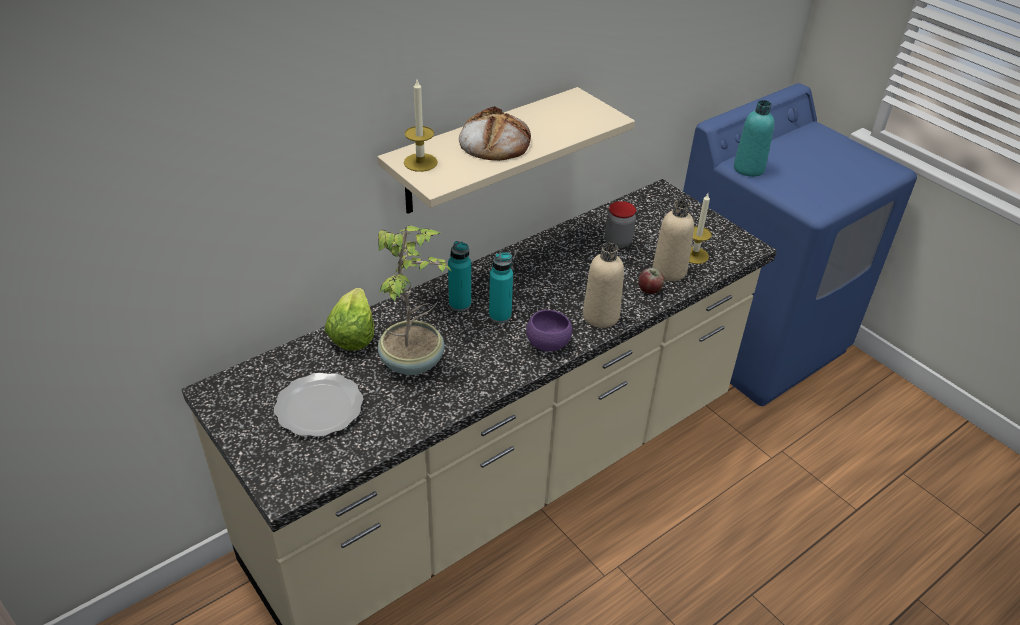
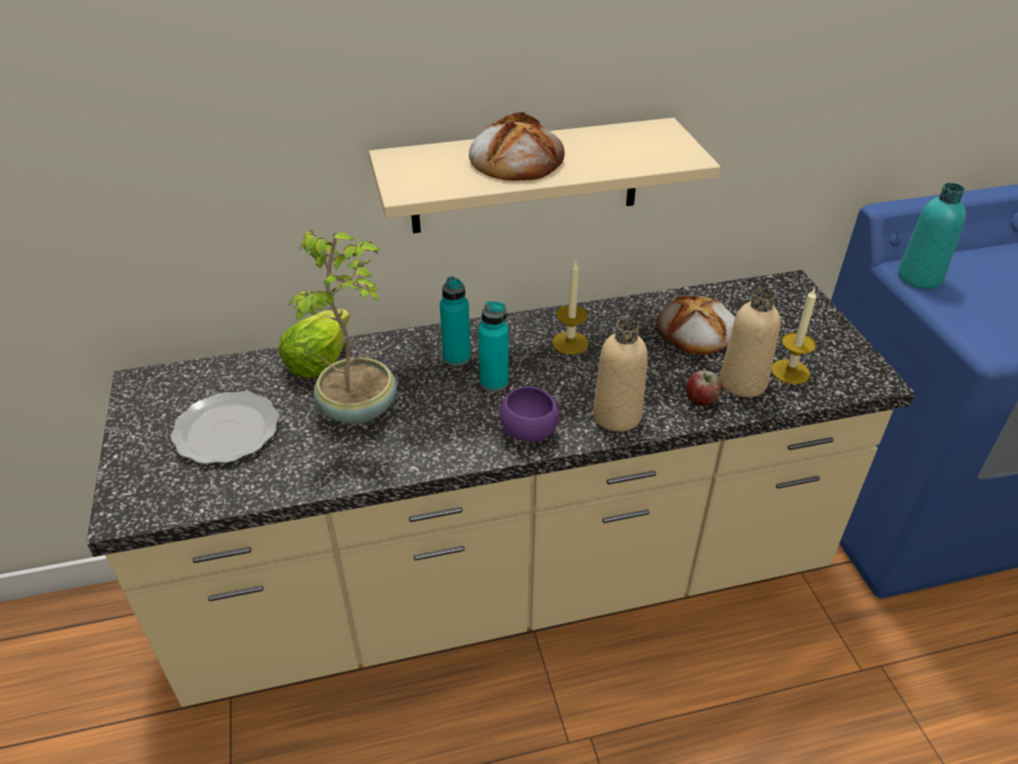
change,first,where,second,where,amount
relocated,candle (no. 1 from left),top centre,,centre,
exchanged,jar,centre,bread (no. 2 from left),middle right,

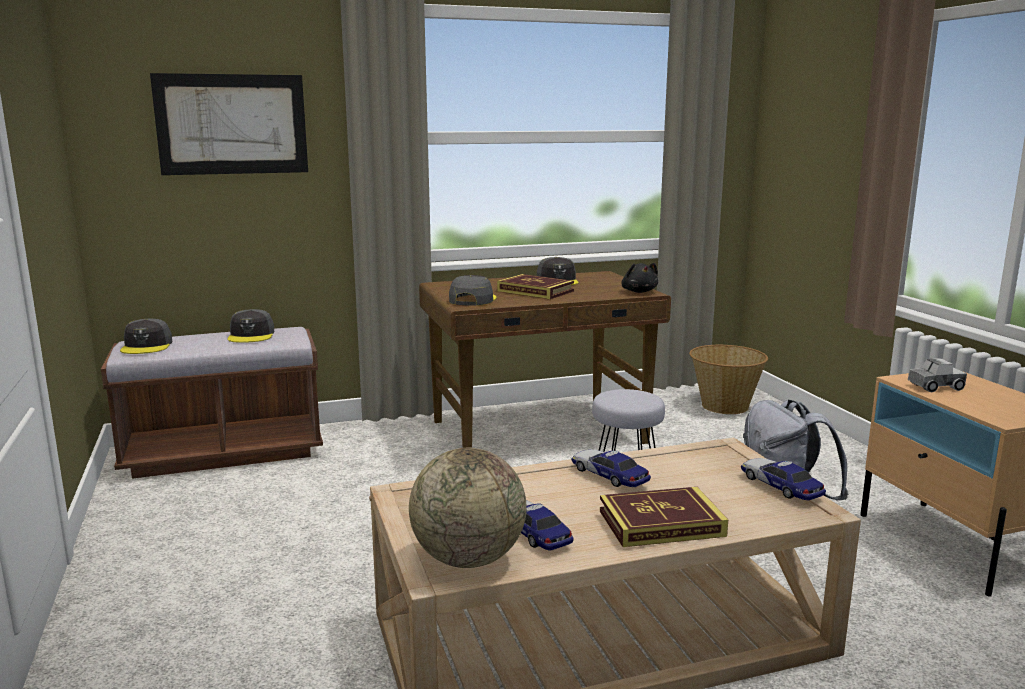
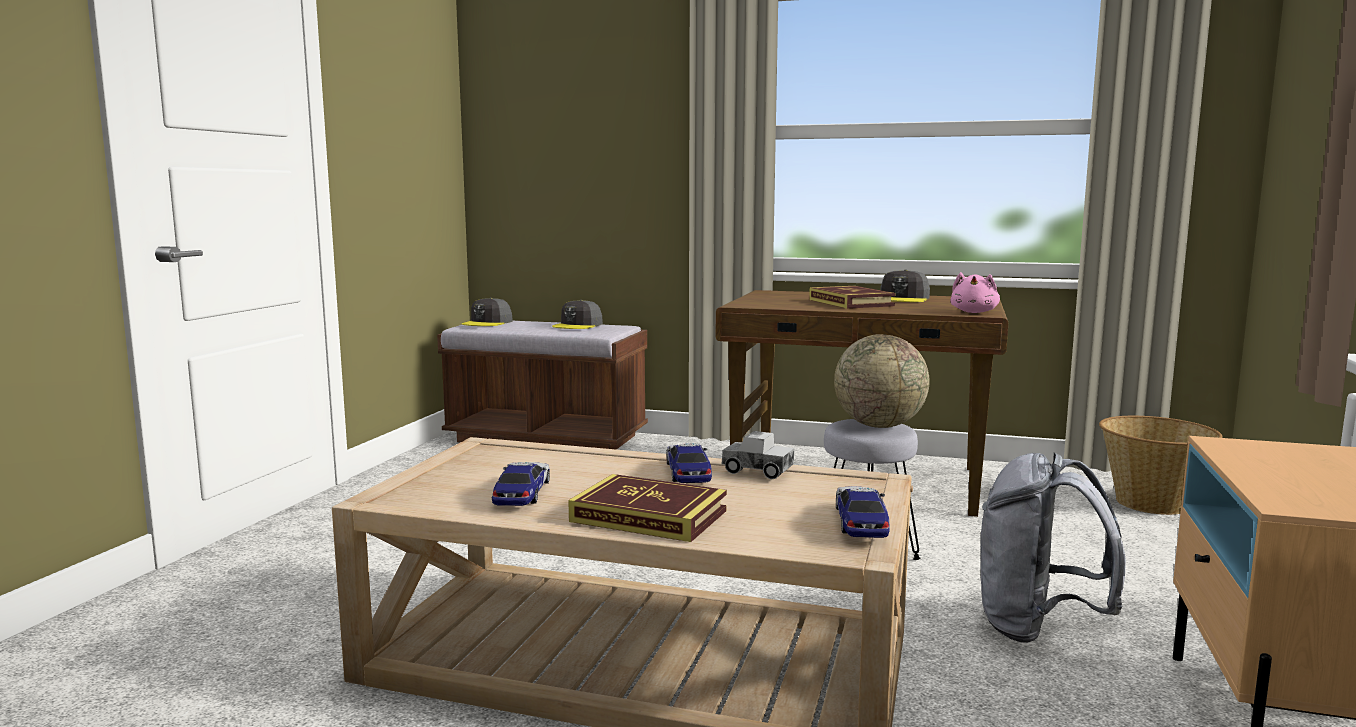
change,first,where,second,where,amount
missing,picture,top left,,,
relocated,globe,bottom centre,,centre,
missing,grey cap (no. 3 from left),centre,,,
colour,black plush toy,centre,pink plush toy,middle right,
relocated,toy truck,middle right,,centre,

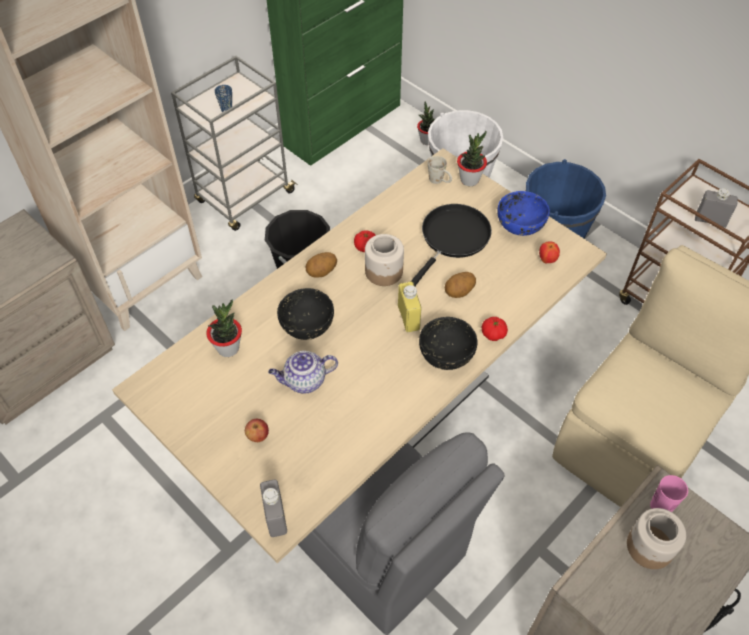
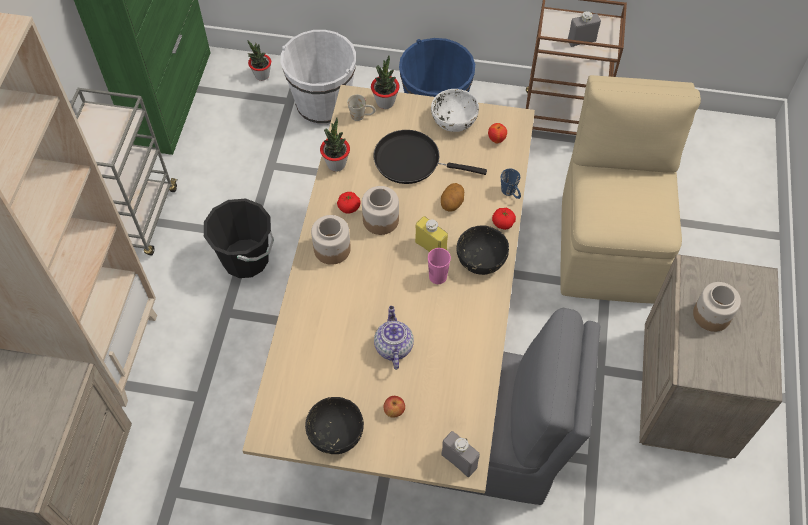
change,first,where,second,where,amount
relocated,potted plant (no. 1 from left in the first image),middle left,potted plant (no. 2 from left),top centre,
relocated,blue mug,top left,,centre,
spun,teapot,centre,,centre,135 degrees clockwise
relocated,black bowl (no. 1 from left),centre,,bottom centre,
exchanged,potato (no. 1 from left),centre,jar (no. 1 from left),centre,
spun,black frying pan,centre,,top centre,75 degrees counterclockwise
colour,blue bowl,middle right,white bowl,top centre,
relocated,pink cup,bottom right,,centre,

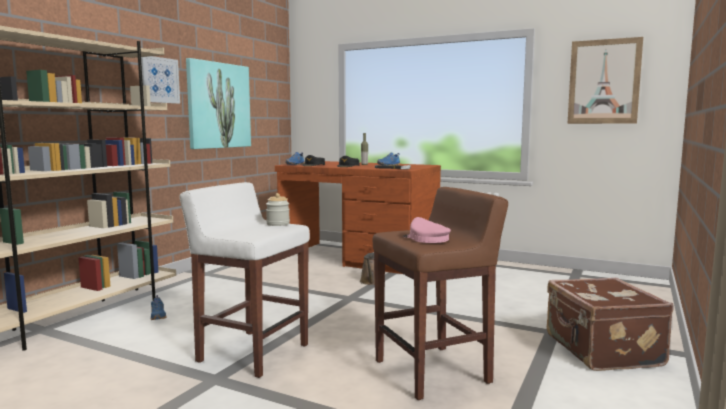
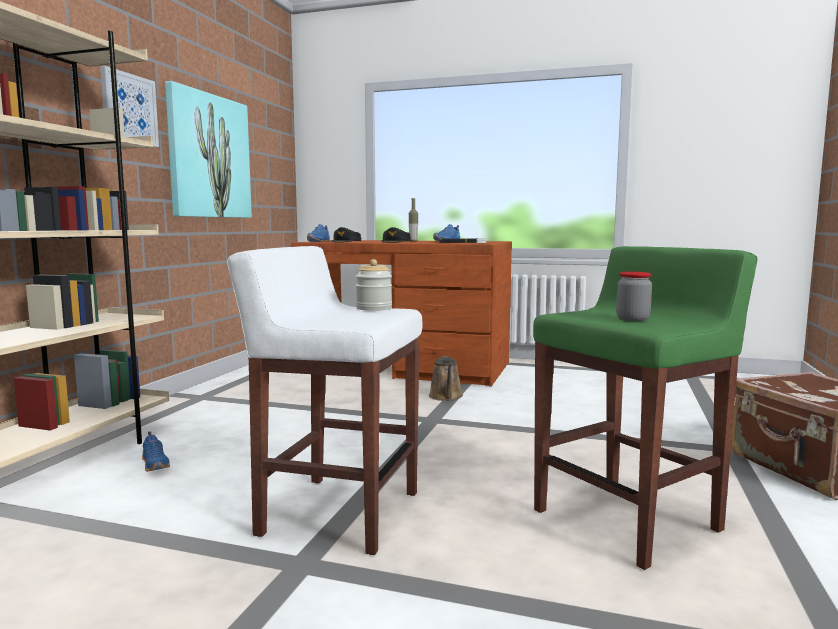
change,first,where,second,where,amount
colour,brown stool,bottom centre,green stool,middle right,
exchanged,pink cap,centre,jar (no. 2 from left),middle right,
missing,picture (no. 3 from left),top right,,,

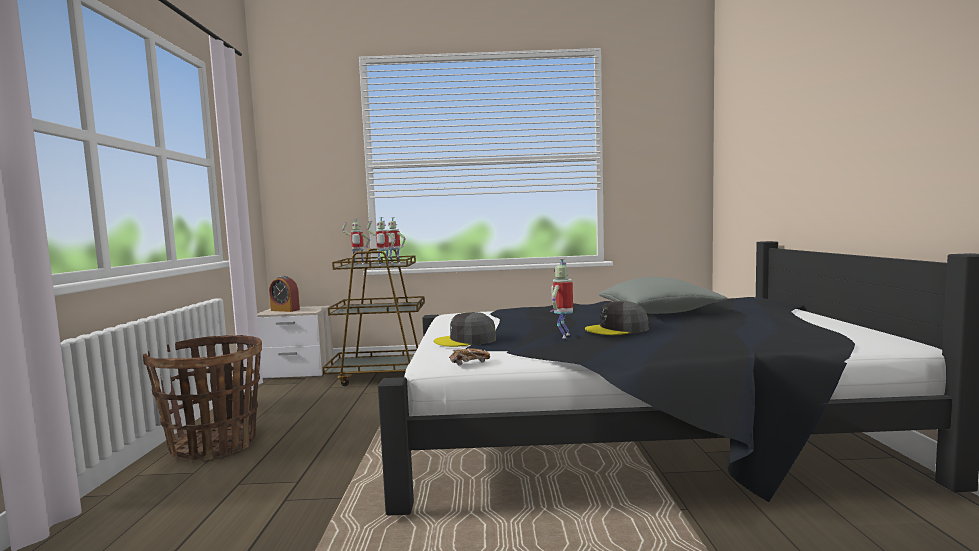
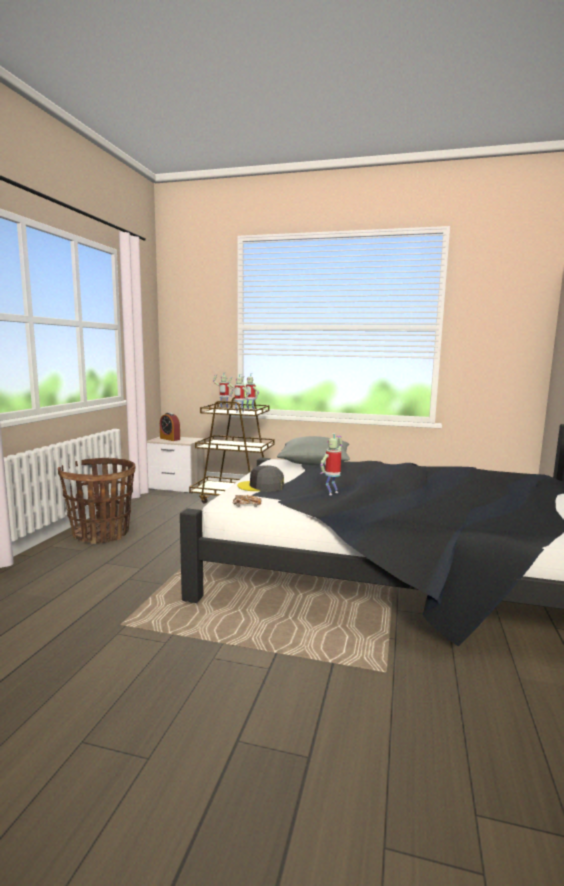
change,first,where,second,where,amount
missing,grey cap (no. 2 from left),centre,,,
relocated,grey pillow,middle right,,centre,

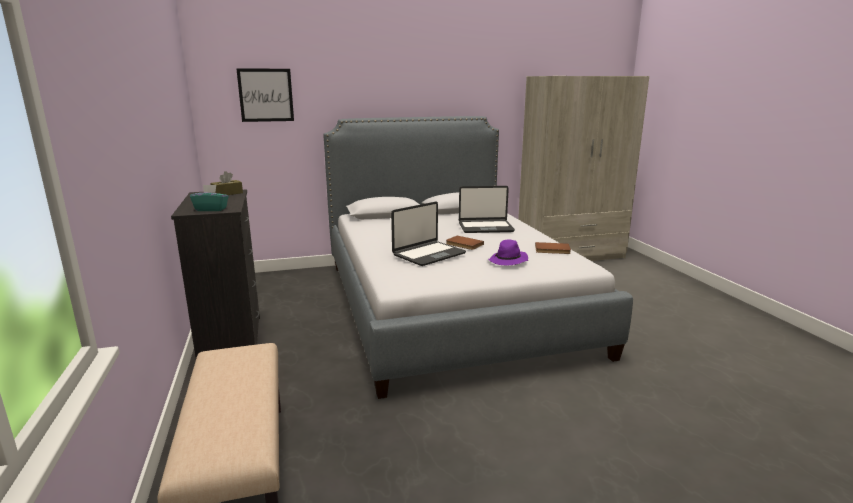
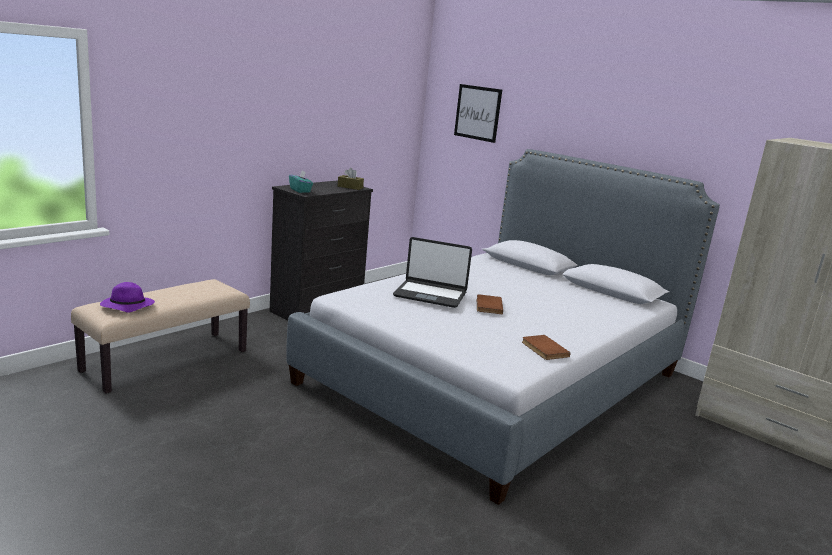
change,first,where,second,where,amount
missing,laptop (no. 2 from left),centre,,,
relocated,purple hat,centre,,middle left,

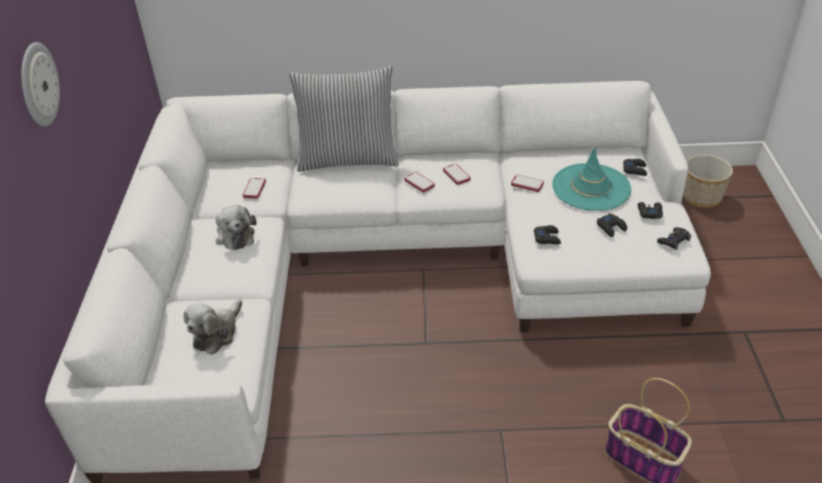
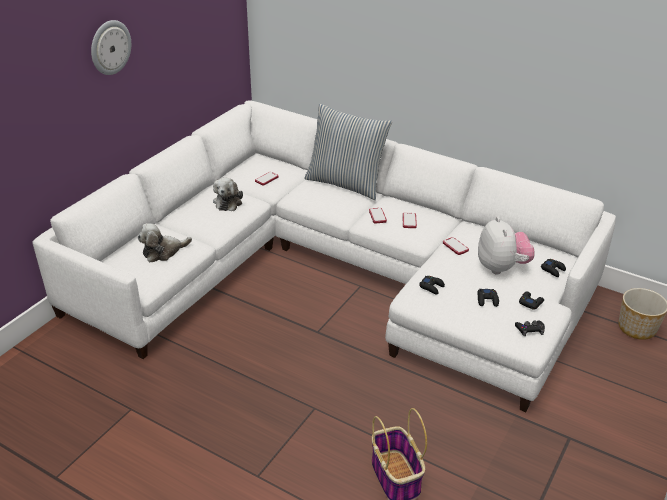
change,first,where,second,where,amount
exchanged,turquoise hat,middle right,plush toy (no. 3 from left),middle right,

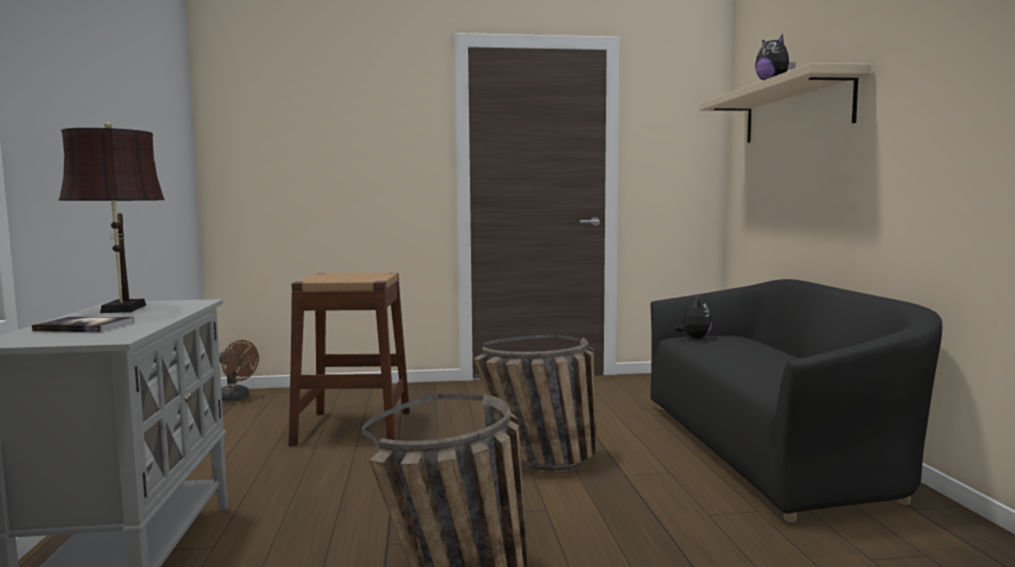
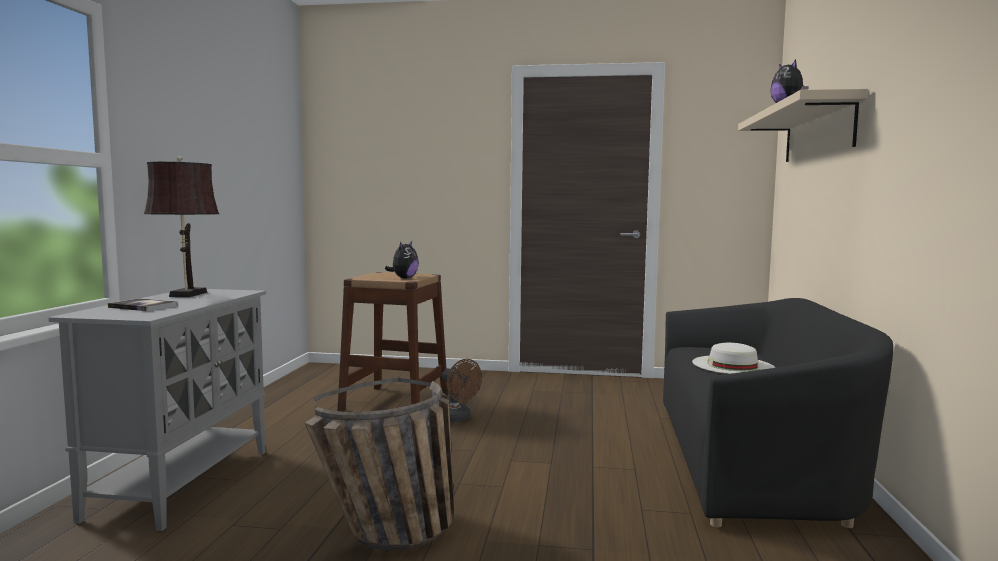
change,first,where,second,where,amount
relocated,brown fan,middle left,,bottom centre,
missing,basket (no. 2 from left),bottom centre,,,
relocated,plush toy (no. 1 from left),middle right,,centre,
appeared,,,white hat,middle right,

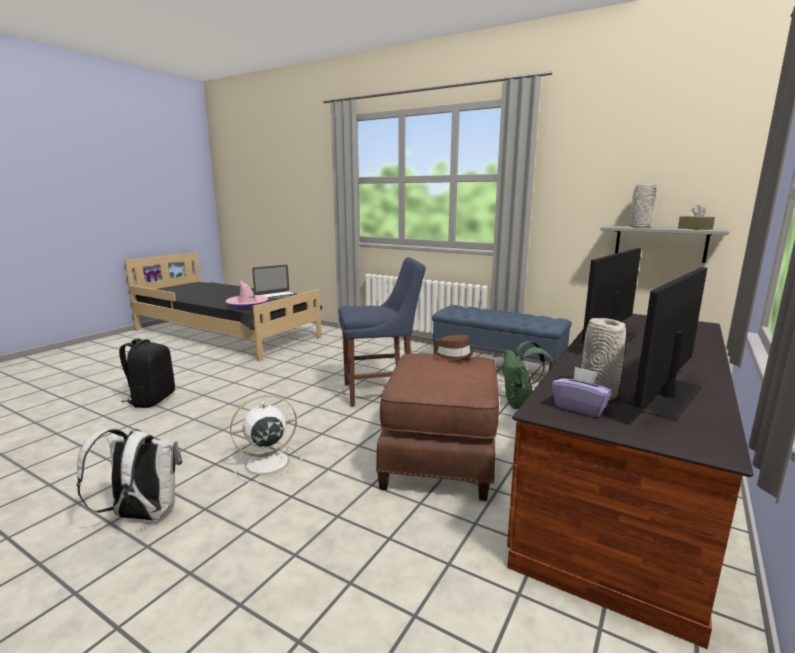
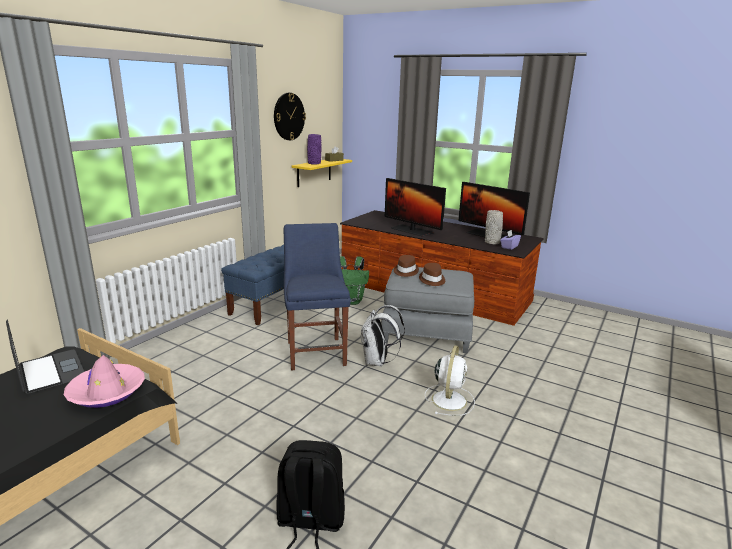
change,first,where,second,where,amount
relocated,white backpack,bottom left,,centre,
spun,white fan,bottom centre,,bottom centre,135 degrees counterclockwise
colour,brown ottoman,centre,grey ottoman,centre,
colour,grey shelf,middle right,yellow shelf,top centre,
colour,grey vase (no. 2 from left),top right,purple vase,top centre,
appeared,,,wall clock,top centre,
appeared,,,brown hat (no. 2 from left),centre,

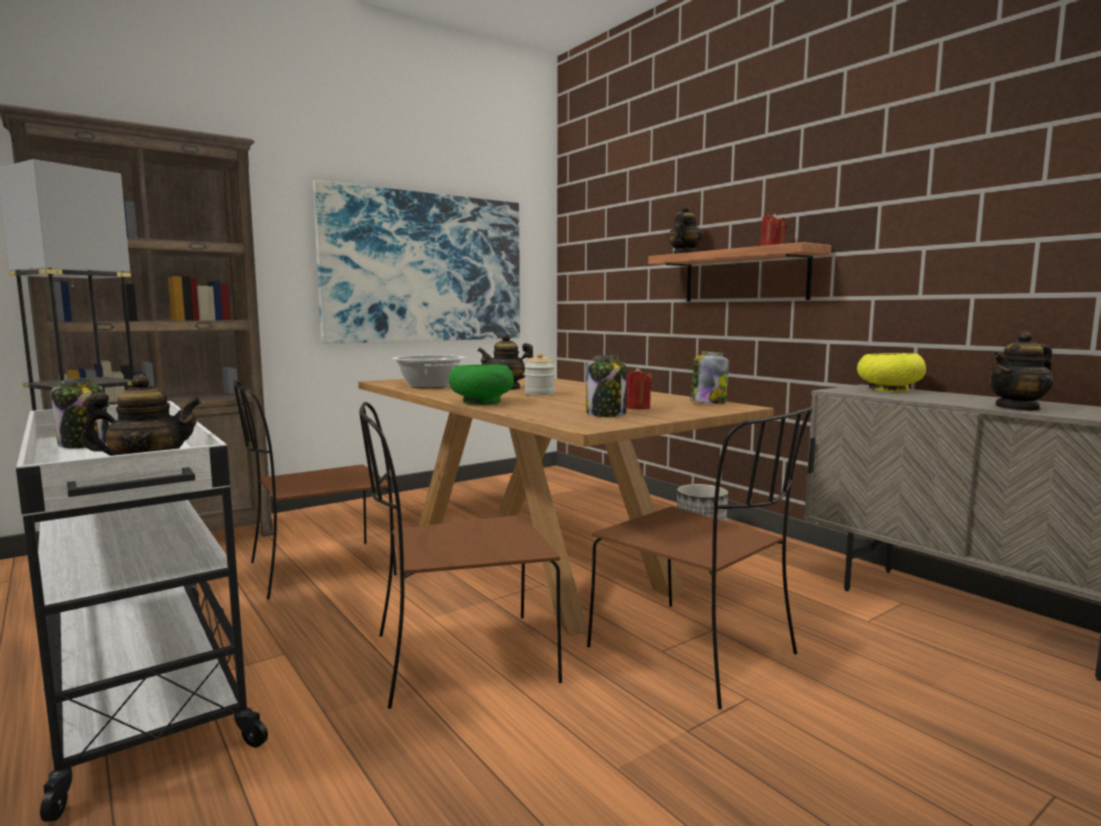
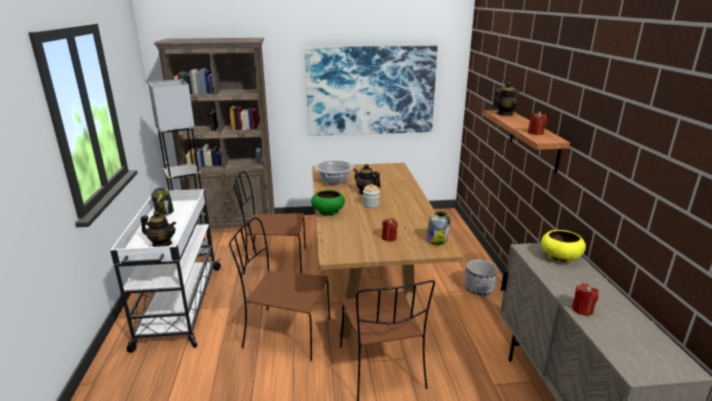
change,first,where,second,where,amount
missing,jar (no. 3 from left),centre,,,
exchanged,teapot (no. 4 from left),middle right,red candle (no. 3 from left),bottom right,

